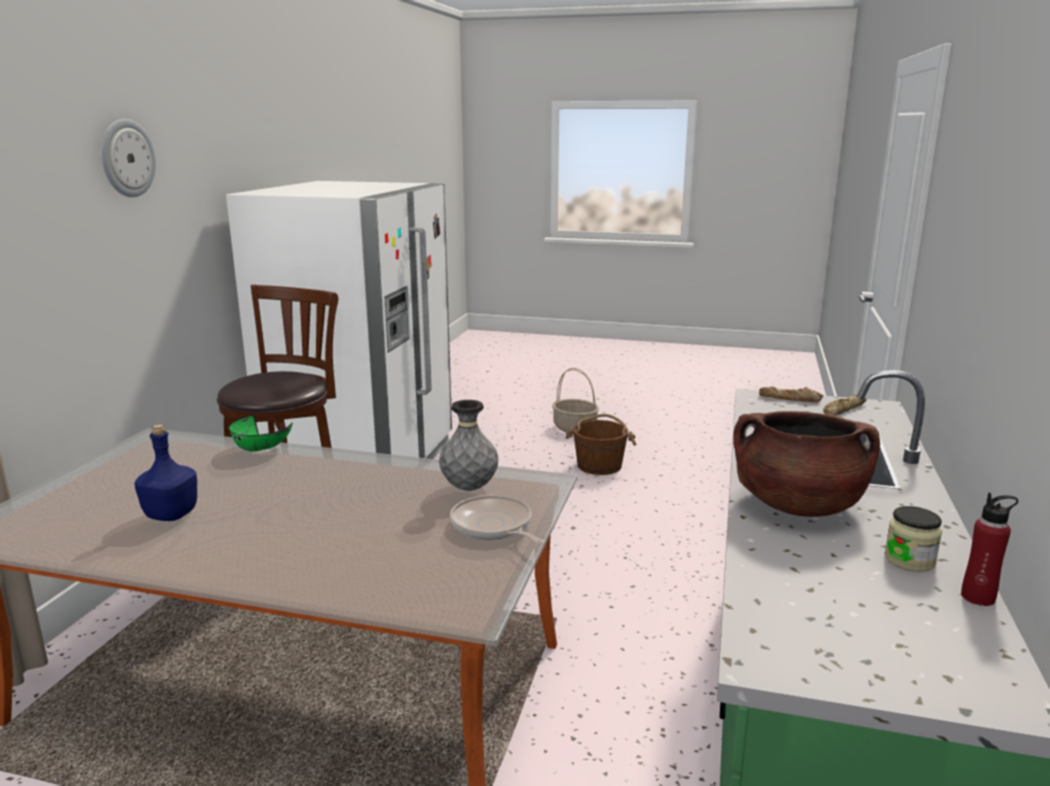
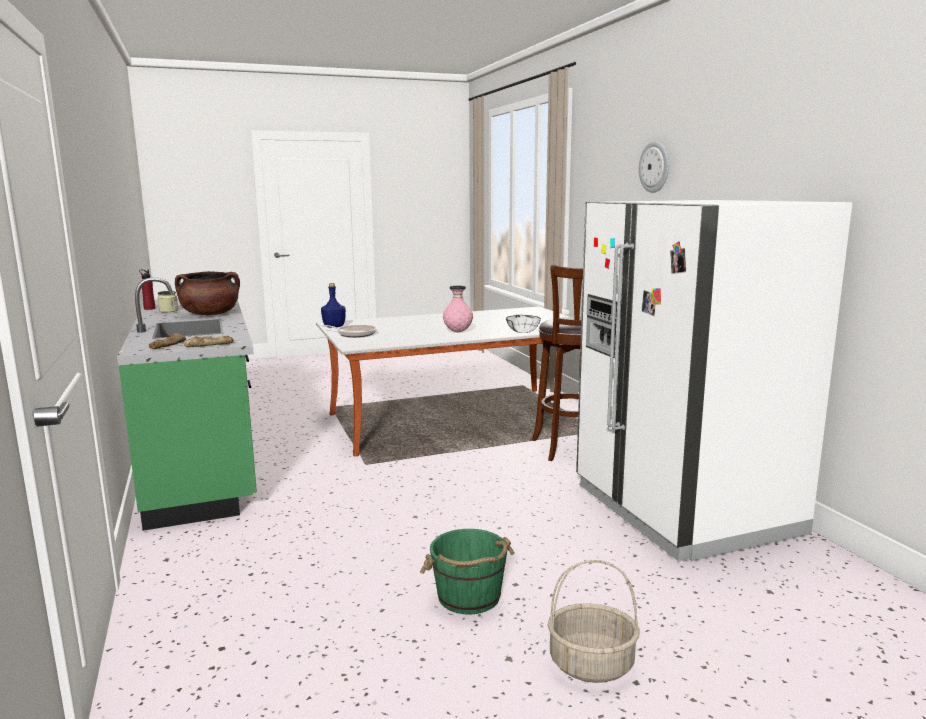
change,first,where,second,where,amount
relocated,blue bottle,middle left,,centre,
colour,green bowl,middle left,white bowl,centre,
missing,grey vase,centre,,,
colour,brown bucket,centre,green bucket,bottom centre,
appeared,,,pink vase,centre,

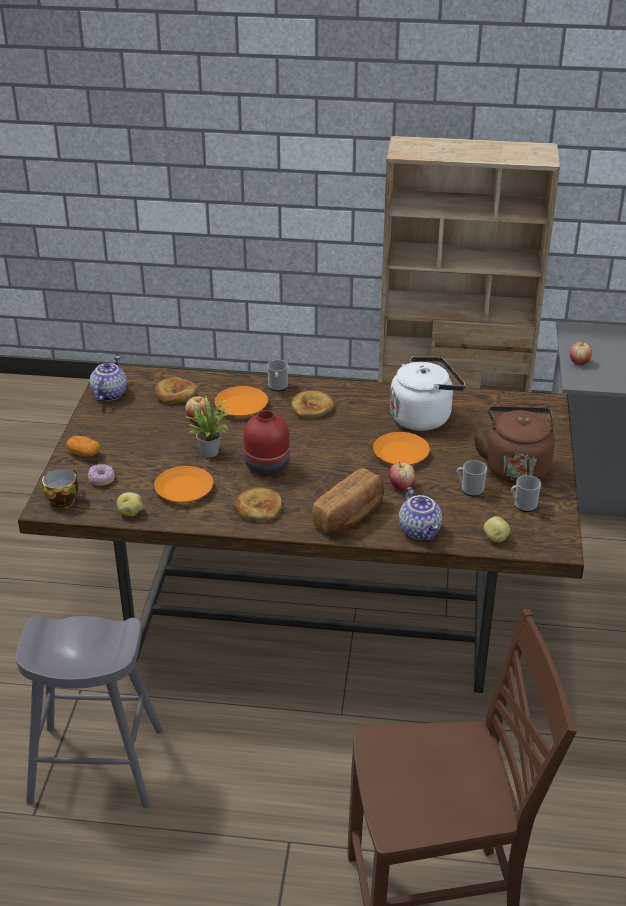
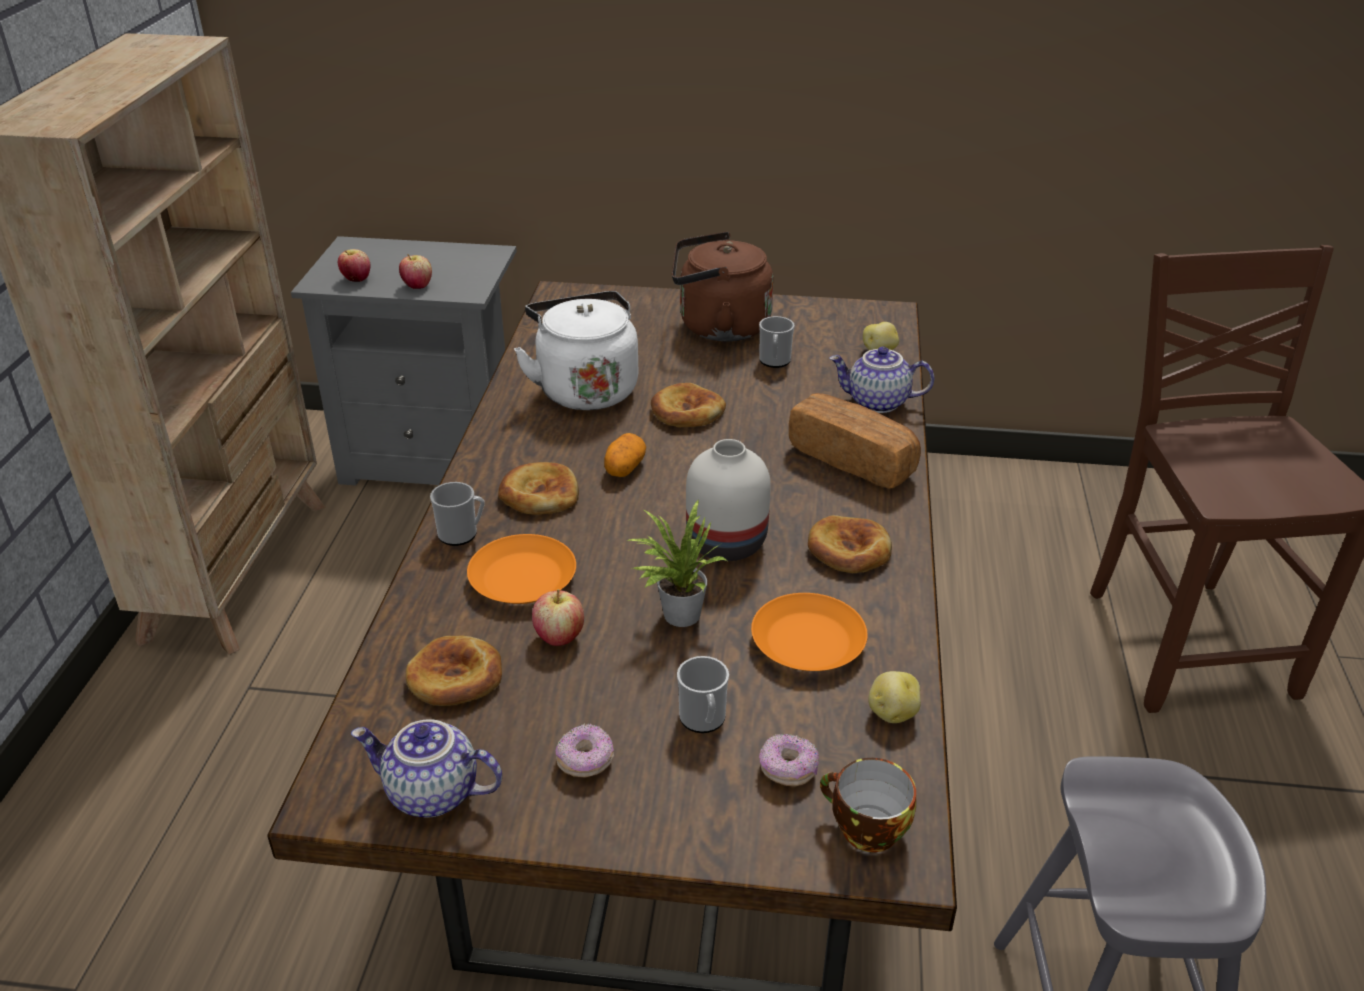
change,first,where,second,where,amount
relocated,potato (no. 1 from left),middle left,,centre,
colour,red vase,centre,white vase,centre,
exchanged,orange plate (no. 3 from left),centre,bread (no. 3 from left),centre,
relocated,apple (no. 2 from left in the first image),centre,apple (no. 1 from left),top left,
spun,teapot (no. 2 from left),middle right,,centre,150 degrees counterclockwise
relocated,mug (no. 3 from left in the first image),middle right,mug (no. 2 from left),bottom centre,
appeared,,,donut (no. 1 from left),bottom centre,

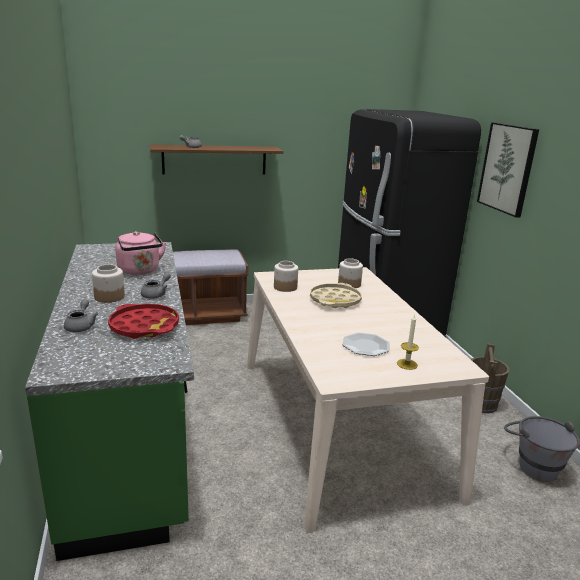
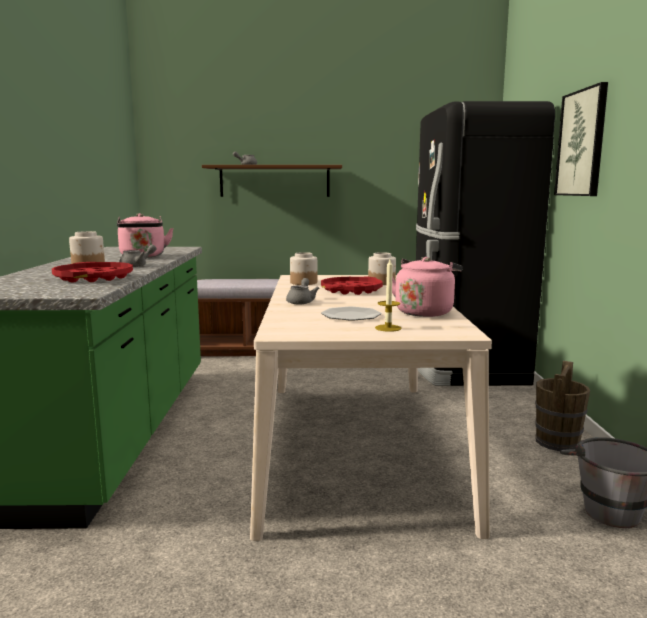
change,first,where,second,where,amount
relocated,grey teapot (no. 1 from left in the first image),middle left,grey teapot (no. 3 from left),centre,
colour,beige tray,centre,red tray (no. 2 from left),centre,
appeared,,,pink kettle (no. 2 from left),centre,

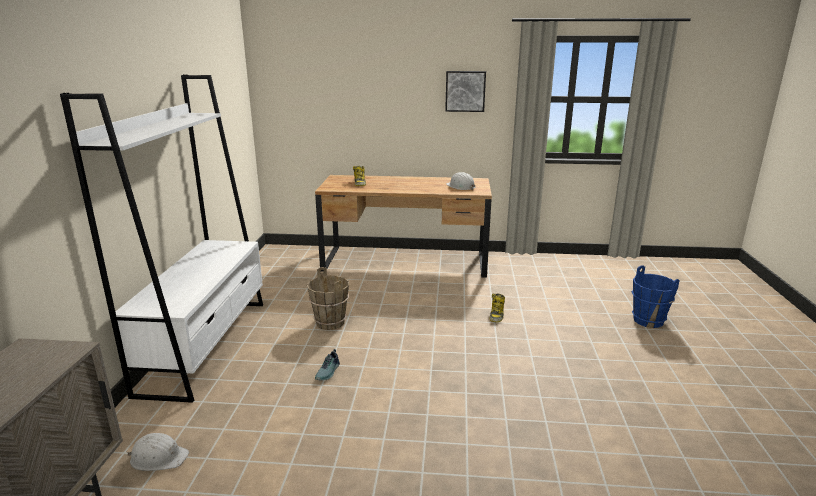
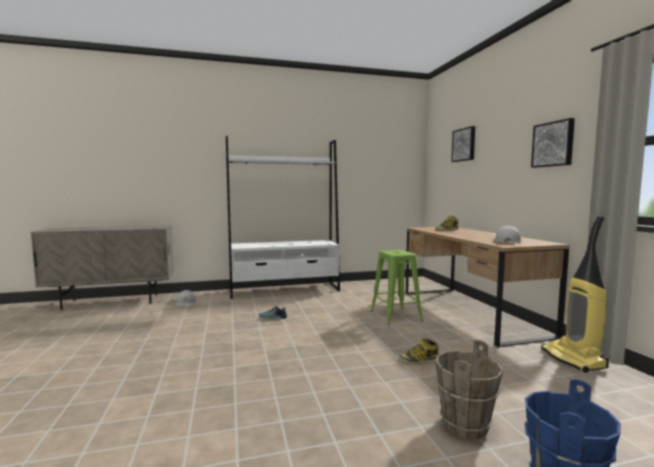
change,first,where,second,where,amount
relocated,brown bucket,centre,,bottom right,
appeared,,,green stool,centre,
appeared,,,picture (no. 1 from left),top right,
appeared,,,vacuum cleaner,middle right,

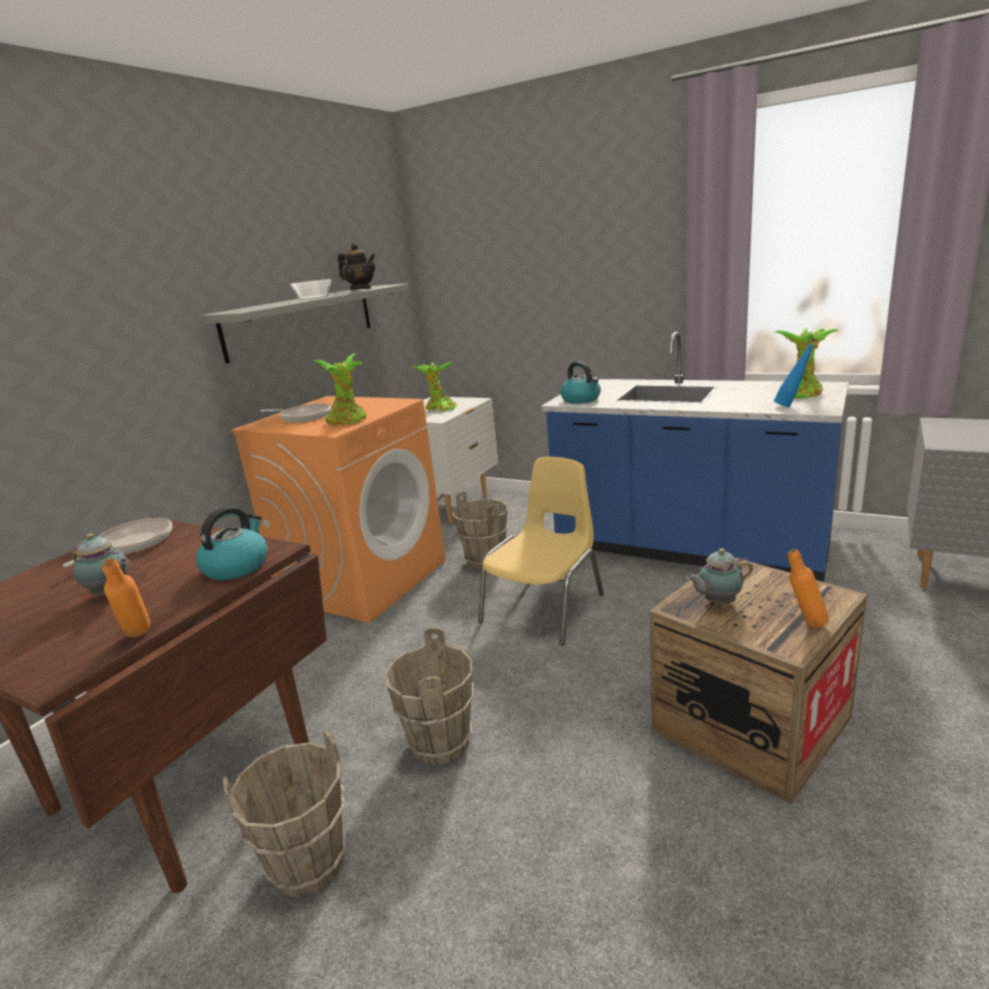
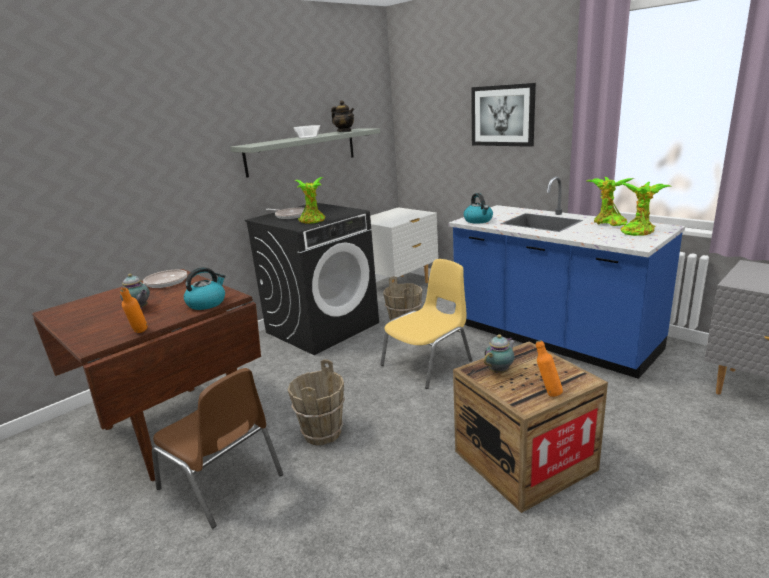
change,first,where,second,where,amount
exchanged,brown bucket (no. 1 from left),bottom left,brown chair,bottom left,
colour,orange washing machine,centre,black washing machine,centre,
relocated,potted plant (no. 2 from left),centre,,middle right,
spun,teapot (no. 3 from left),middle right,,centre,135 degrees clockwise
missing,blue bottle,middle right,,,
appeared,,,picture,top centre,

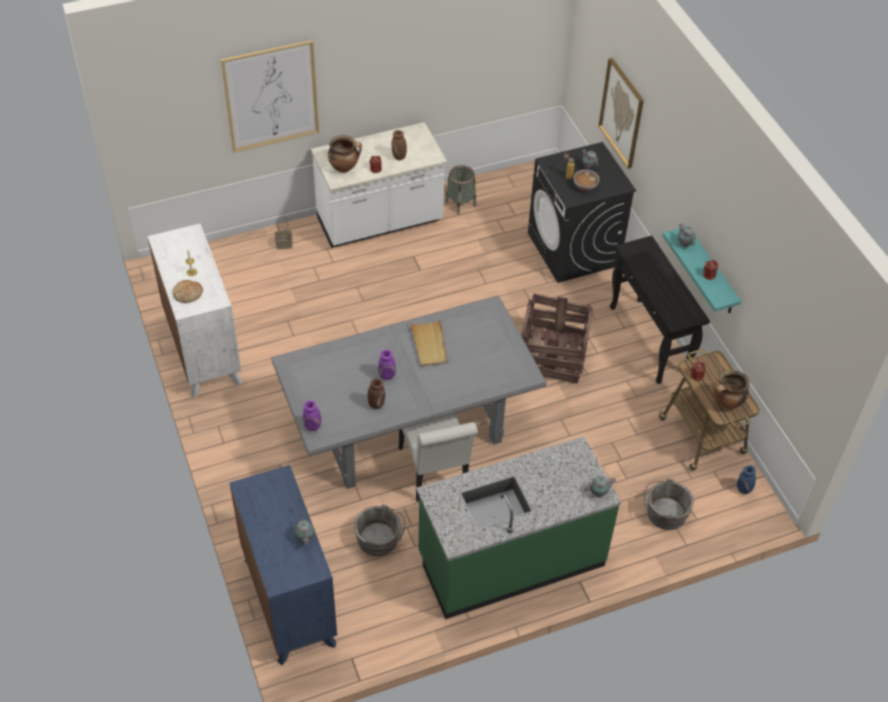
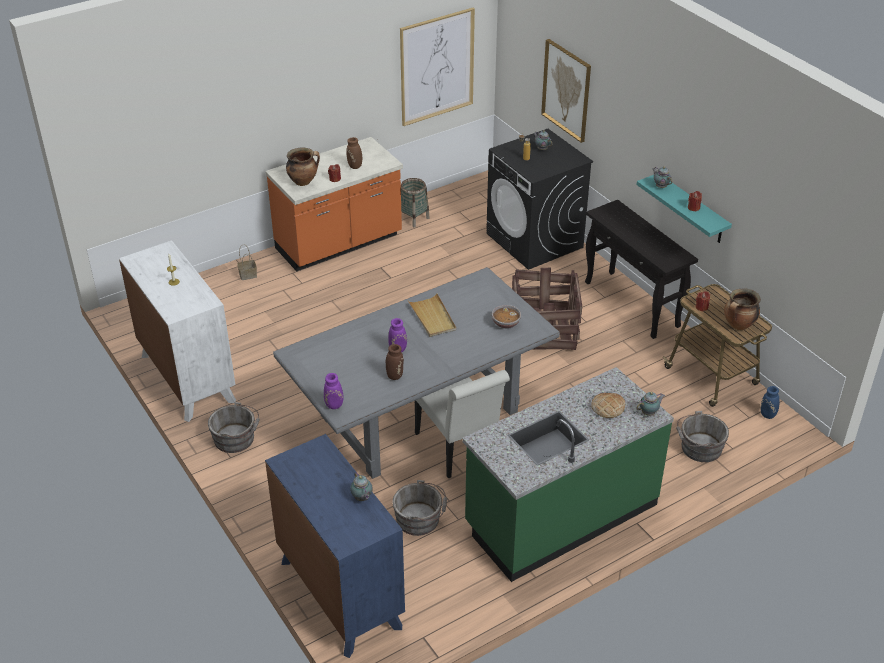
change,first,where,second,where,amount
relocated,bread,middle left,,middle right,
relocated,picture (no. 1 from left),top left,,top centre,
colour,white counter,top centre,orange counter,top centre,
relocated,bowl,top centre,,centre,
appeared,,,grey bucket (no. 1 from left),middle left,

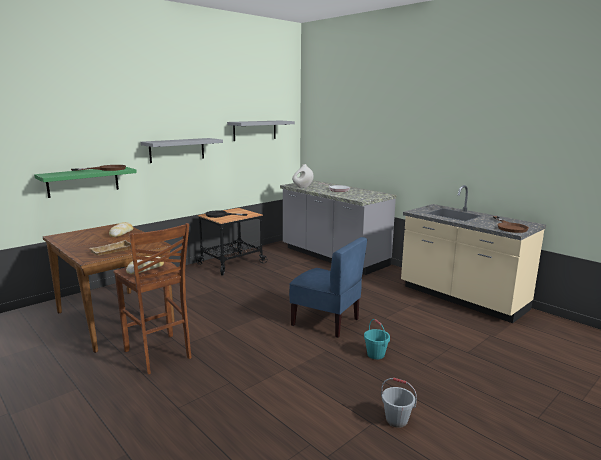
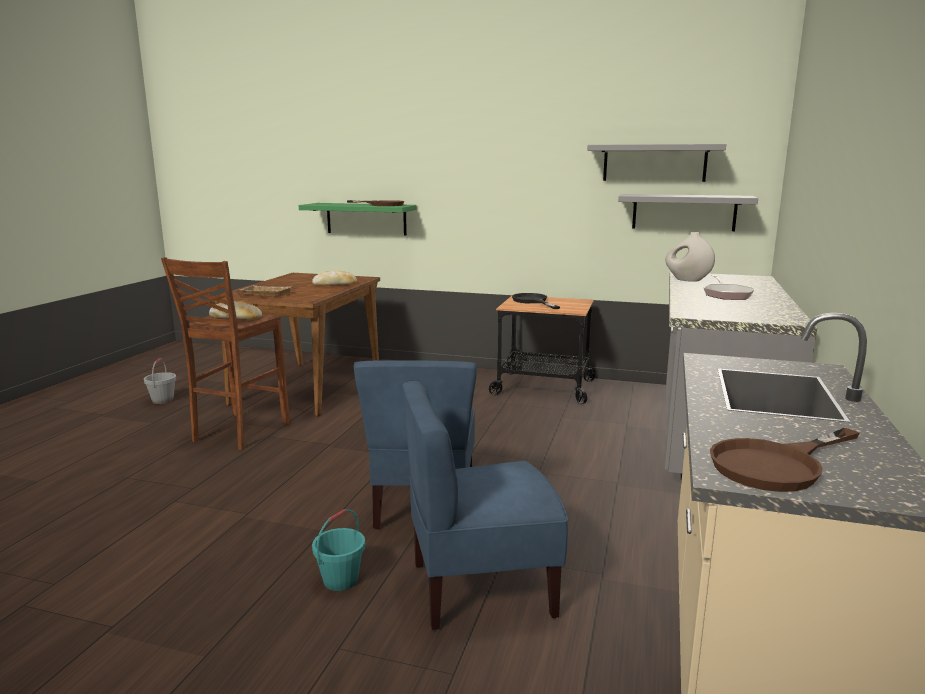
change,first,where,second,where,amount
relocated,grey shelf (no. 1 from left in the first image),top left,grey shelf (no. 2 from left),top right,
relocated,grey bucket,bottom centre,,middle left,
appeared,,,blue chair (no. 2 from left),bottom centre,

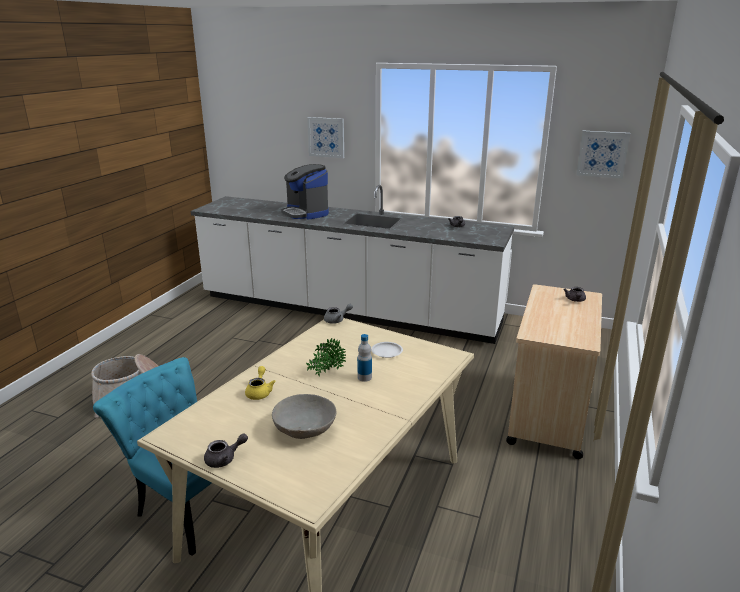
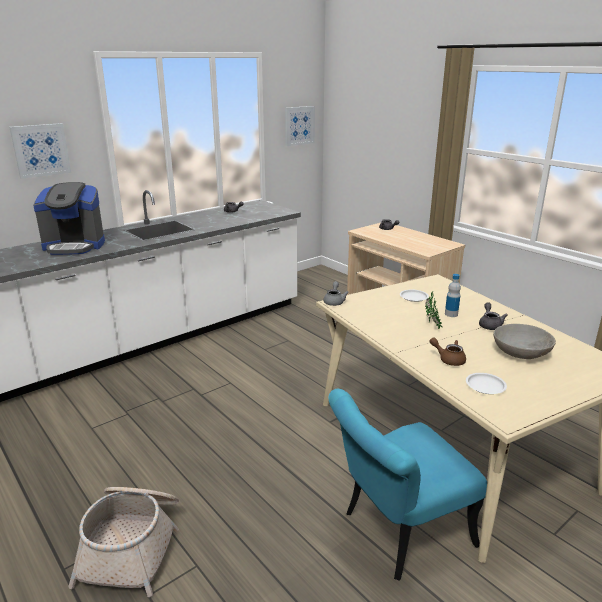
change,first,where,second,where,amount
relocated,grey teapot (no. 1 from left in the first image),bottom left,grey teapot (no. 4 from left),middle right,
colour,yellow teapot,centre,brown teapot,middle right,
appeared,,,white plate (no. 2 from left),middle right,

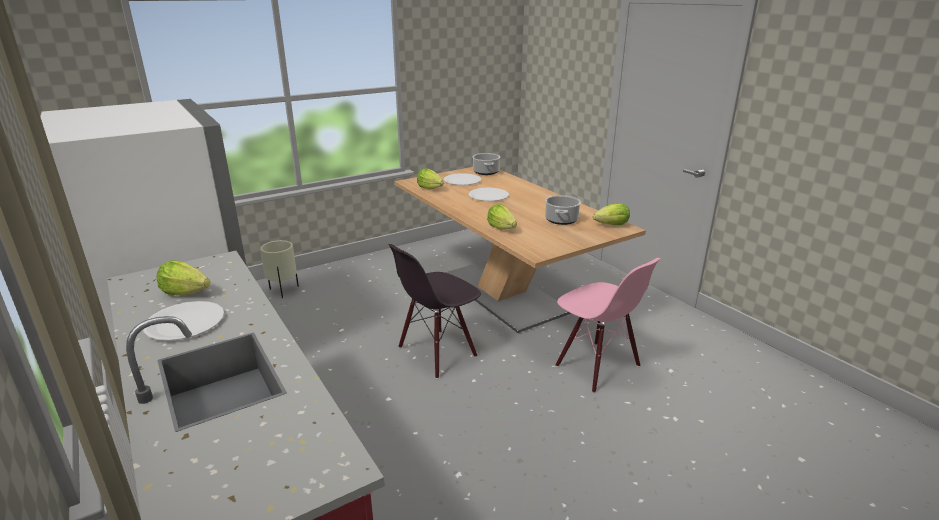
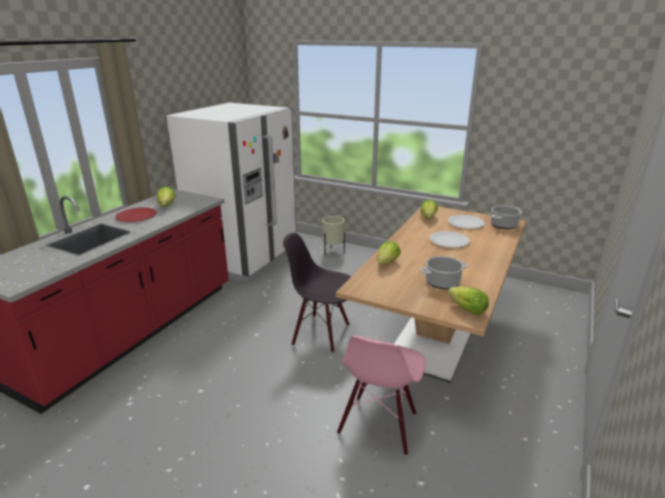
change,first,where,second,where,amount
colour,white plate (no. 1 from left),middle left,red plate,middle left,

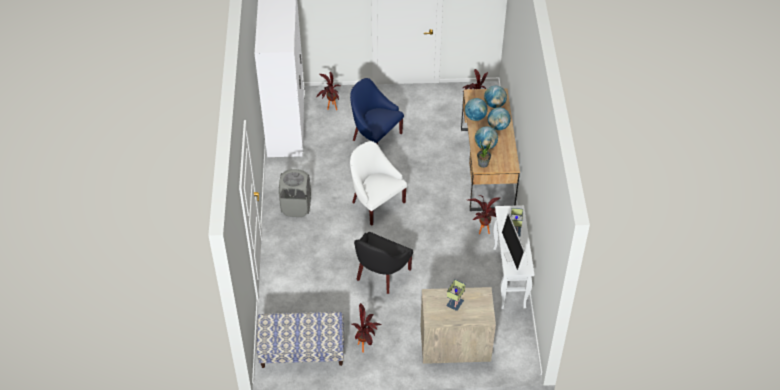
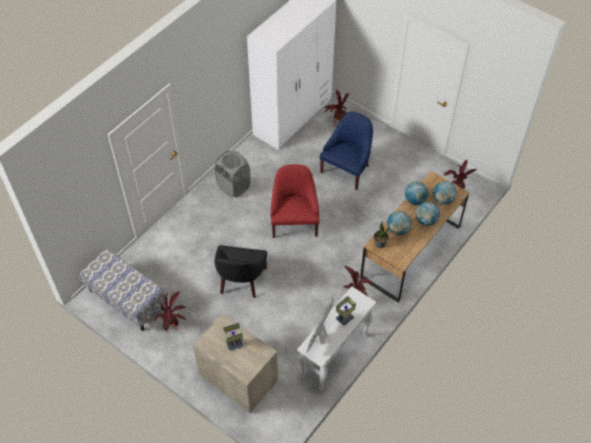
change,first,where,second,where,amount
spun,blue armchair,top centre,,centre,45 degrees clockwise
colour,white armchair,centre,red armchair,centre,
spun,black armchair,bottom centre,,centre,60 degrees counterclockwise

